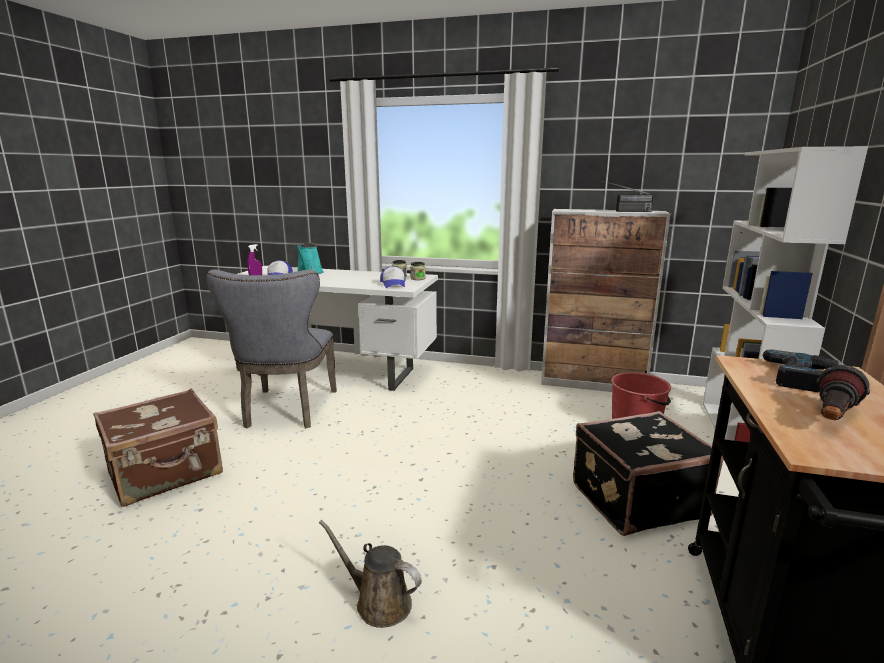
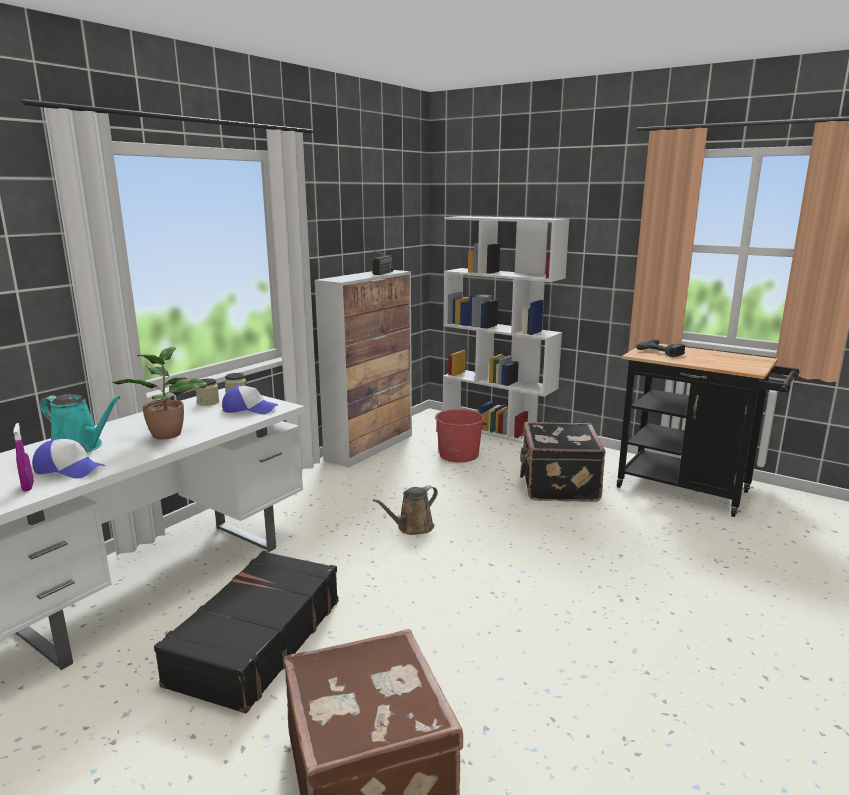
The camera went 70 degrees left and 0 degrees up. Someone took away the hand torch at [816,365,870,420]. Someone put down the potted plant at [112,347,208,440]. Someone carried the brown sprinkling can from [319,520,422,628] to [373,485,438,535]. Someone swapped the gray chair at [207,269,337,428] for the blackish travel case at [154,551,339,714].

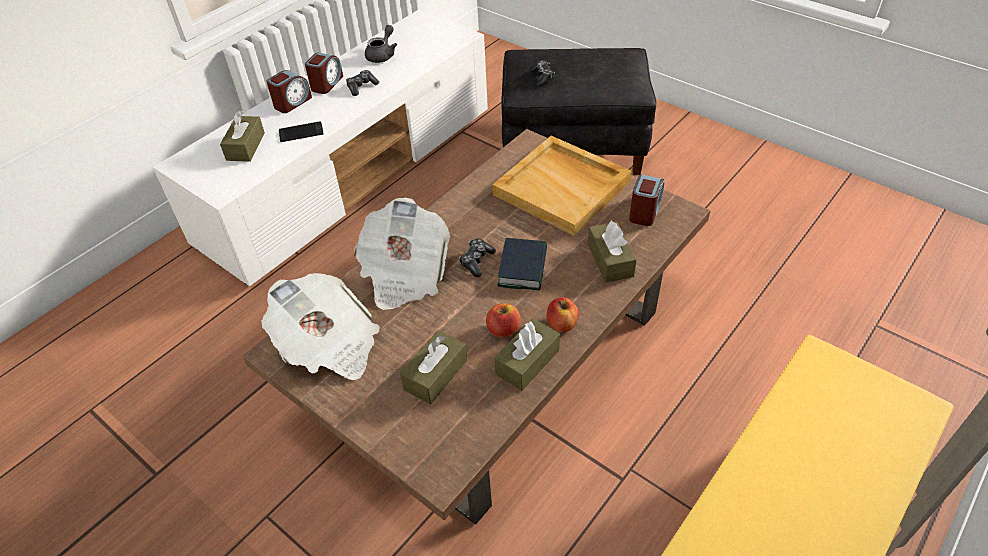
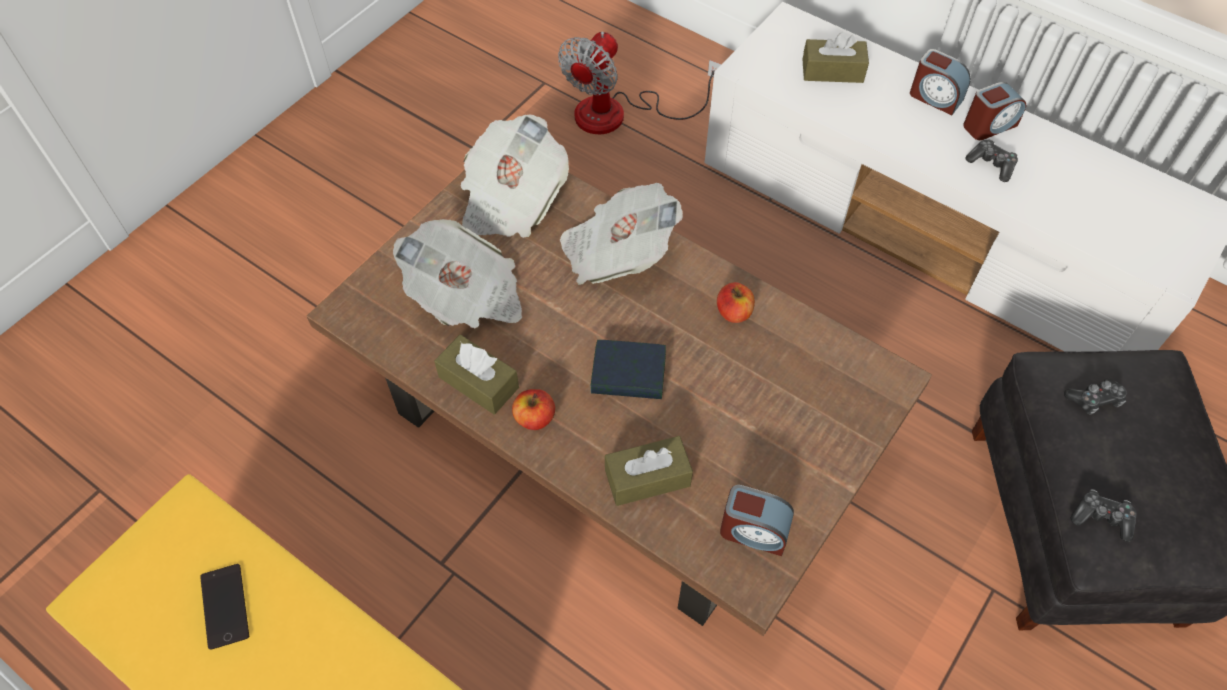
The camera went 85 degrees right and 10 degrees up. Someone took away the gray teapot at [365,25,397,63]. Someone took away the sand-coloured carrying tray at [492,136,631,236]. Someone put down the cooling fan at [558,32,721,134]. Someone carried the phone from [279,121,324,142] to [200,564,249,650]. Someone carried the gamepad from [459,238,496,277] to [1070,489,1137,542]. Someone carried the apple fruit from [486,303,521,337] to [717,282,755,323]. Someone swapped the brown box of tissues at [400,330,467,404] for the daily paper at [393,219,522,328]. Someone rotated the alarm clock at [305,53,343,94] by 45 degrees counterclockwise.

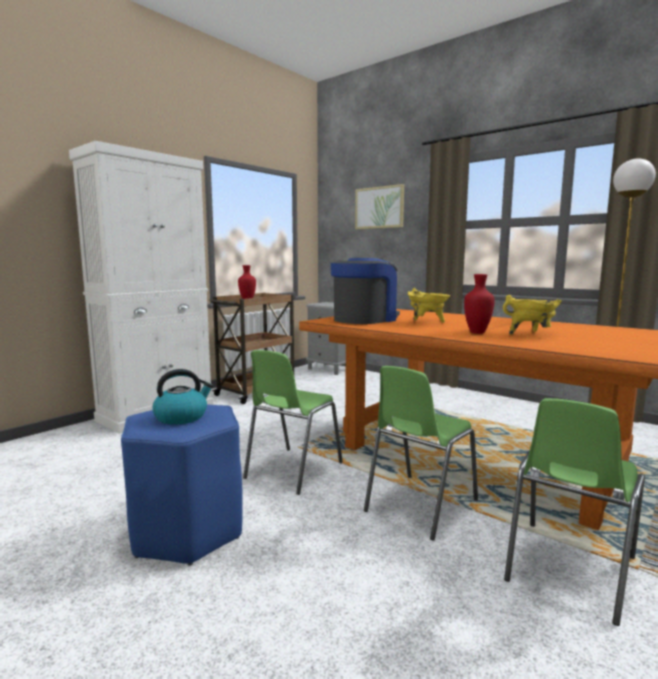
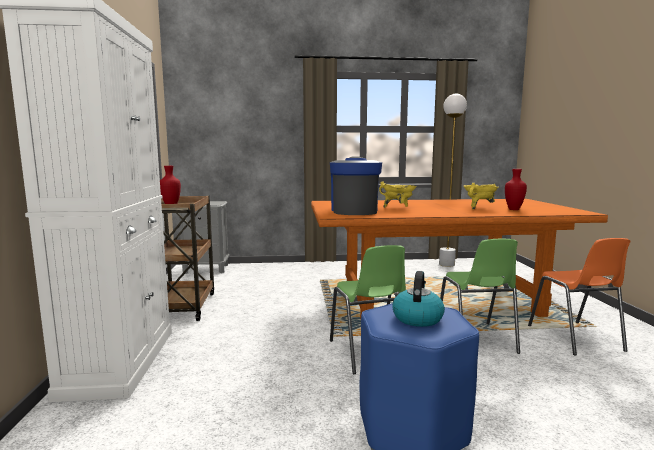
The camera went 45 degrees left and 0 degrees up. Someone took away the wall picture at [355,184,404,229]. Someone carried the red vase from [464,274,495,334] to [505,169,527,210]. Someone repainted the green-coloured chair at [504,398,645,626], which became the orange chair at [528,238,630,355].

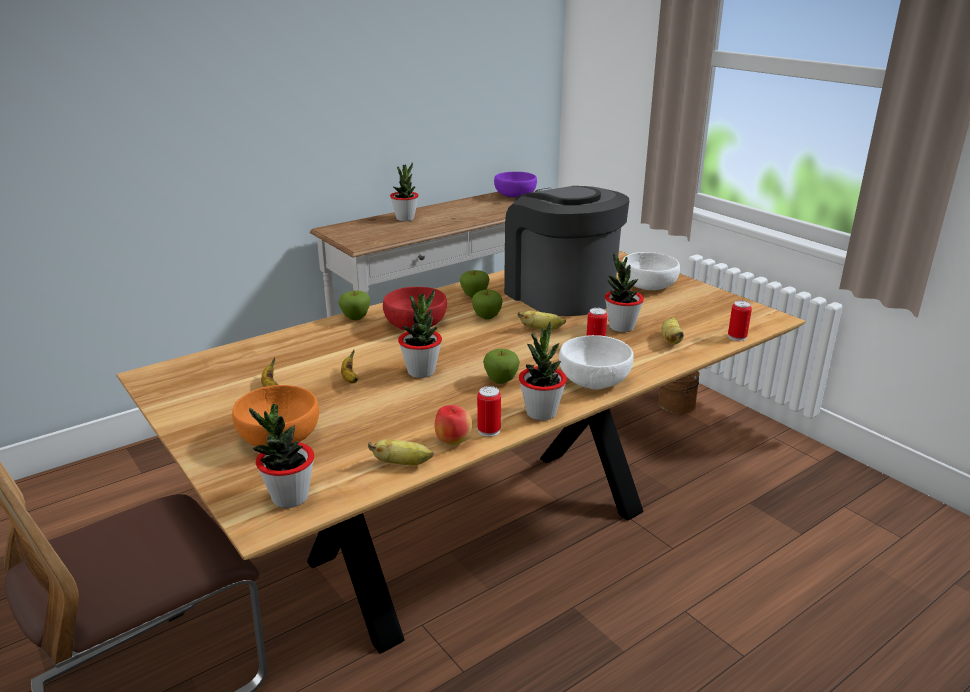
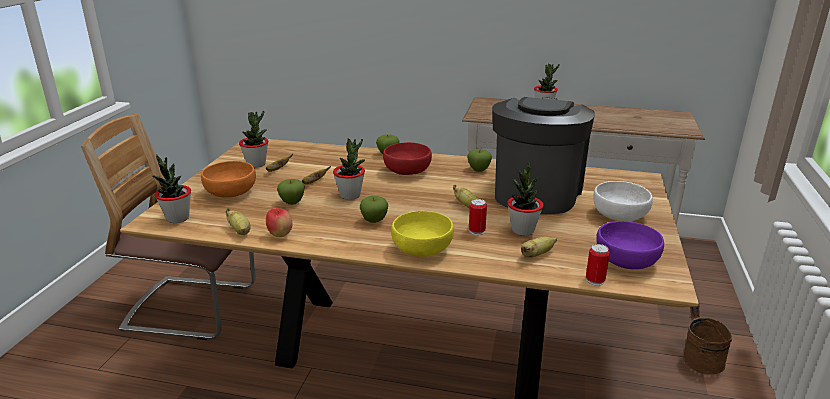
The camera went 50 degrees right and 0 degrees up. Someone took away the metal can at [477,386,501,437]. Someone carried the apple fruit from [472,289,503,320] to [277,179,305,205]. Someone carried the purplish bowl from [494,172,537,197] to [596,221,664,269]. Someone carried the potted plant from [519,322,567,421] to [239,110,268,168]. Someone repainted the whitish bowl at [559,335,634,390], which became the yellowish bowl at [391,211,454,257].

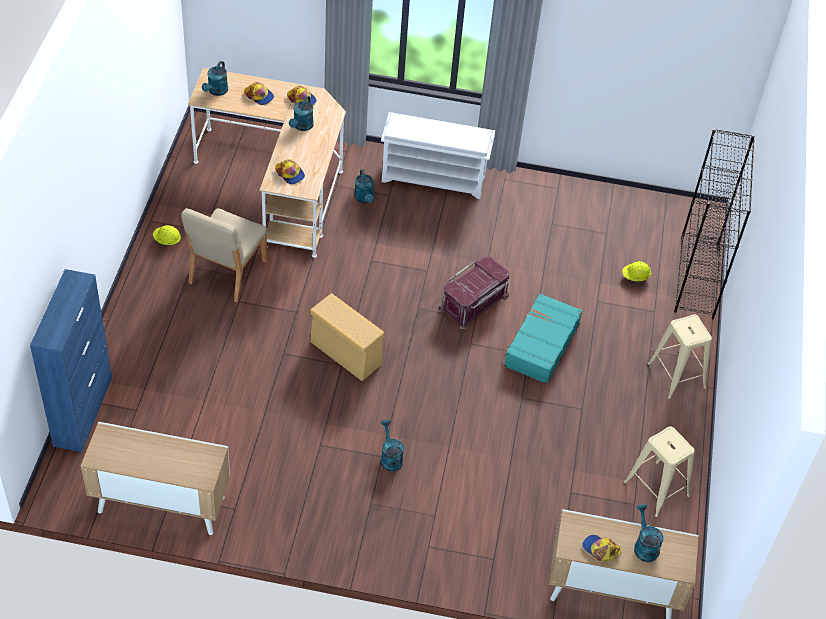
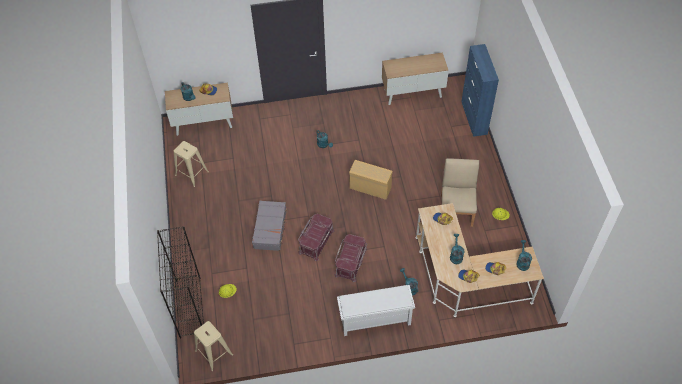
The camera went 165 degrees right and 5 degrees up. Someone put down the red storage container at [334,234,367,282]. Someone carried the sand-coloured stool from [648,315,712,399] to [194,321,233,371]. Someone repainted the turquoise travel case at [504,293,583,384], which became the gray travel case at [252,200,288,251].

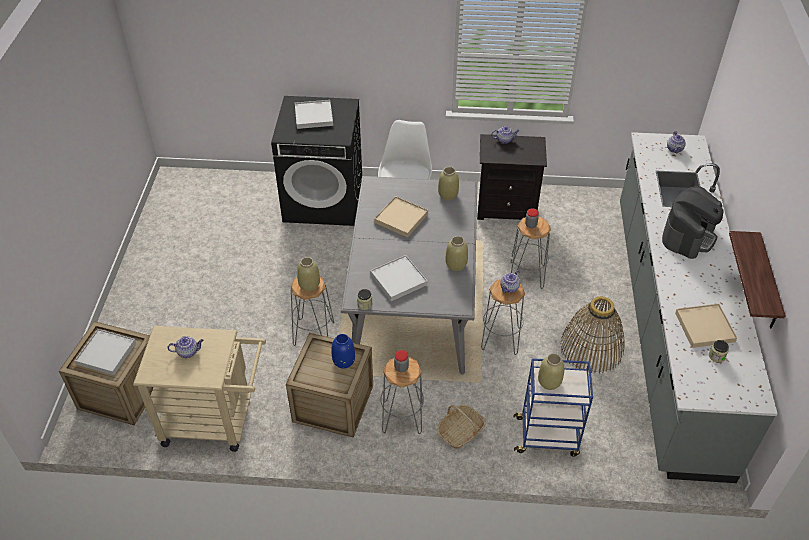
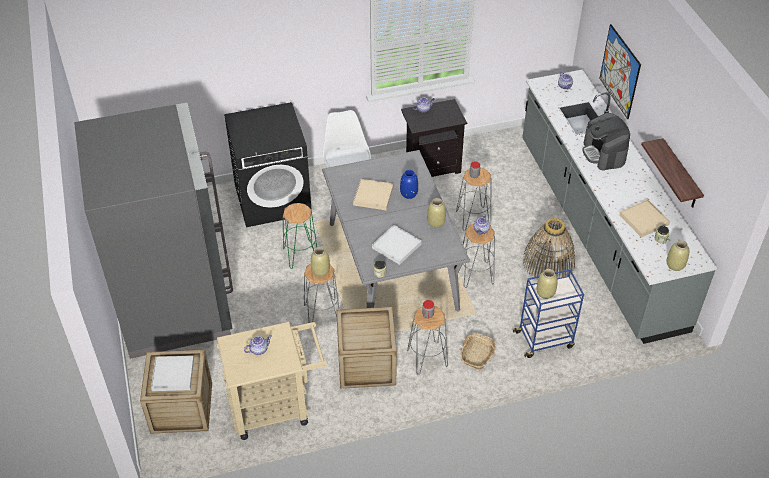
The camera went 20 degrees left and 0 degrees up. Someone took away the whitish carrying tray at [295,100,333,129]. Someone put down the gray kitchen fridge at [74,102,233,359]. Someone put down the green-coloured stool at [283,203,317,269]. Someone put up the wall picture at [599,24,641,119]. Someone carried the blue-coloured vase from [331,334,355,369] to [400,170,418,199]. Someone carried the sand-coloured vase from [438,167,459,200] to [666,240,689,271]. Someone rotated the coffee brewer at [662,186,724,259] by 150 degrees clockwise.

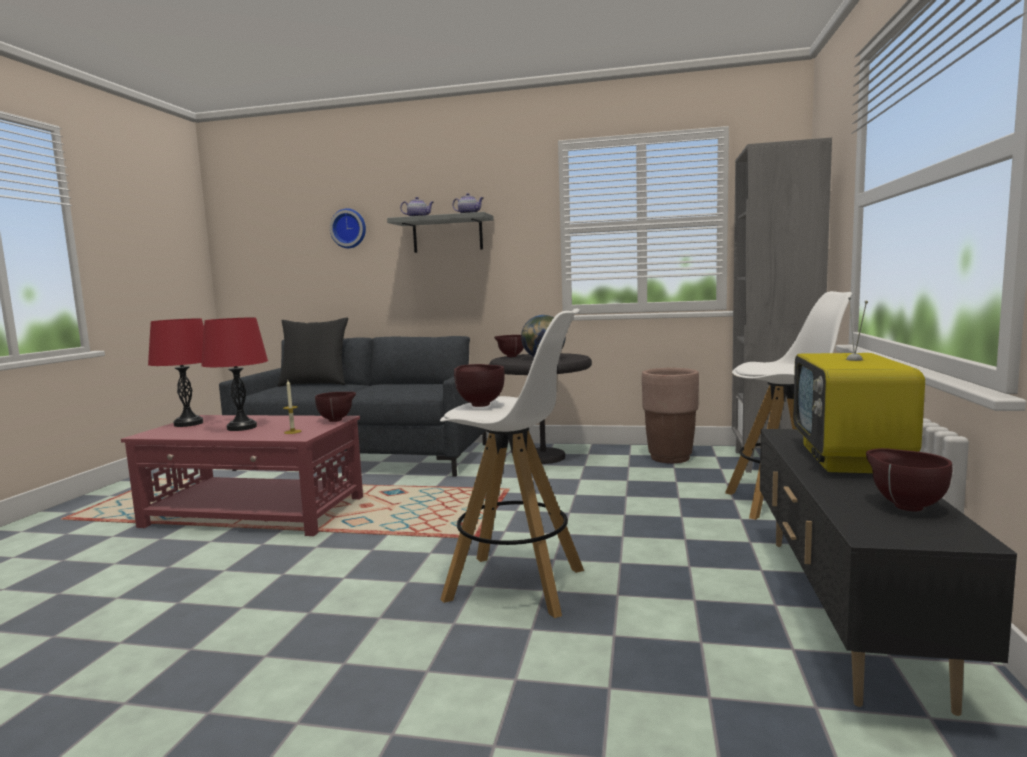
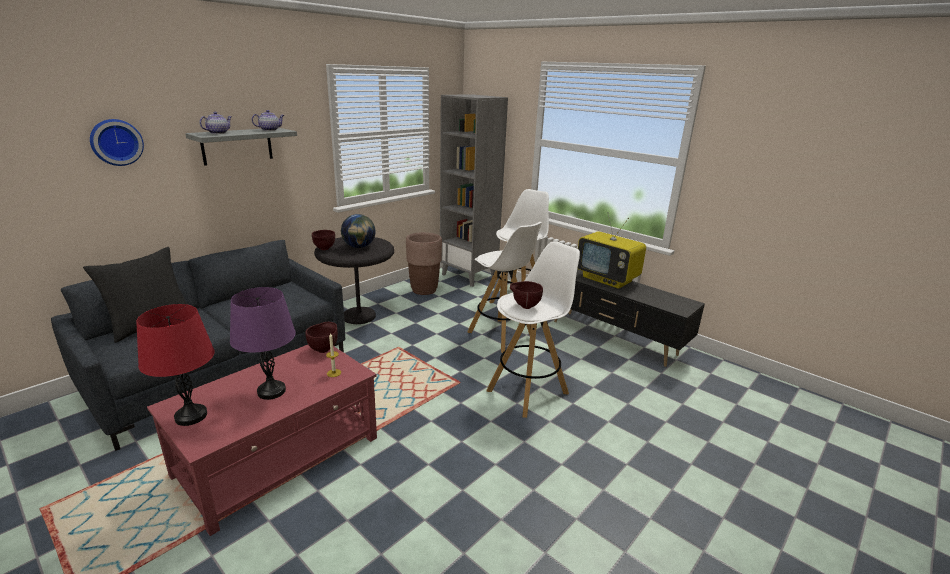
The camera went 60 degrees left and 15 degrees up. Someone took away the brown bowl at [866,448,952,511]. Someone put down the whitish stool at [467,222,542,353]. Someone repainted the red tabletop lamp at [201,317,268,431], which became the purplish tabletop lamp at [230,287,296,400].

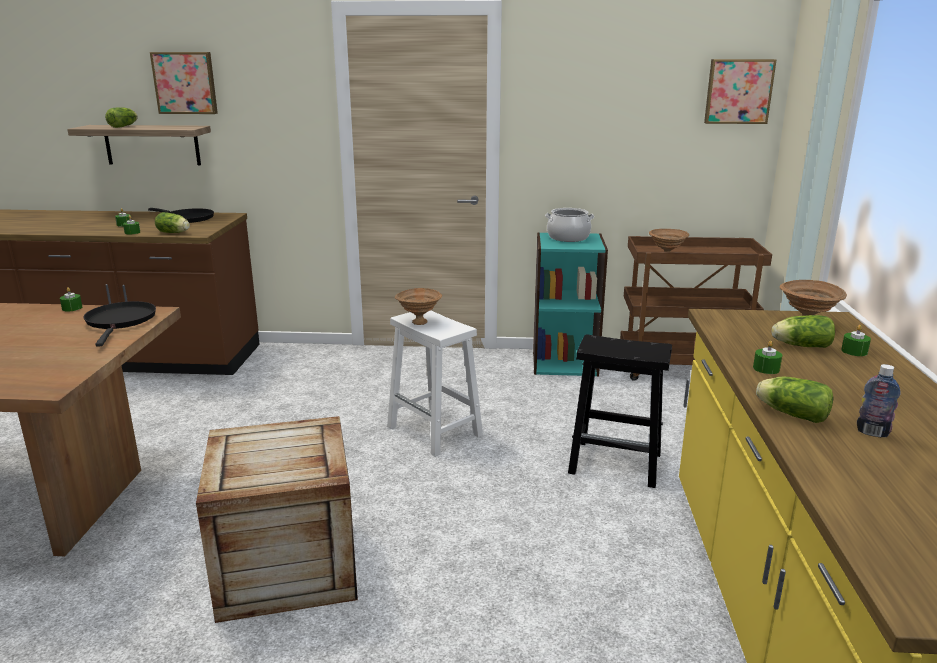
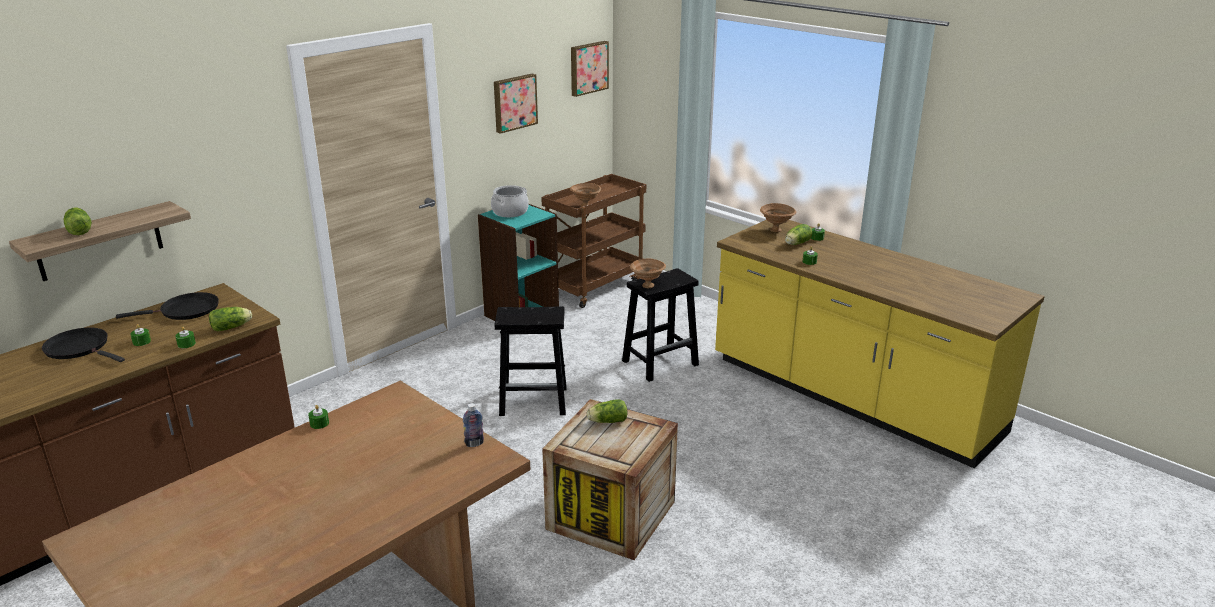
The camera went 50 degrees left and 5 degrees up. Someone carried the blackish frying pan from [84,301,156,347] to [42,328,125,362]. Someone carried the wall picture from [150,52,218,114] to [494,74,538,134]. Someone carried the brown bowl from [395,288,442,325] to [630,259,666,288]. Someone carried the lettuce from [756,377,834,423] to [587,400,628,423]. Someone carried the bottle from [857,364,900,437] to [463,403,484,447]. Someone repainted the whitish stool at [387,310,483,457], which became the blackish stool at [495,306,567,416].

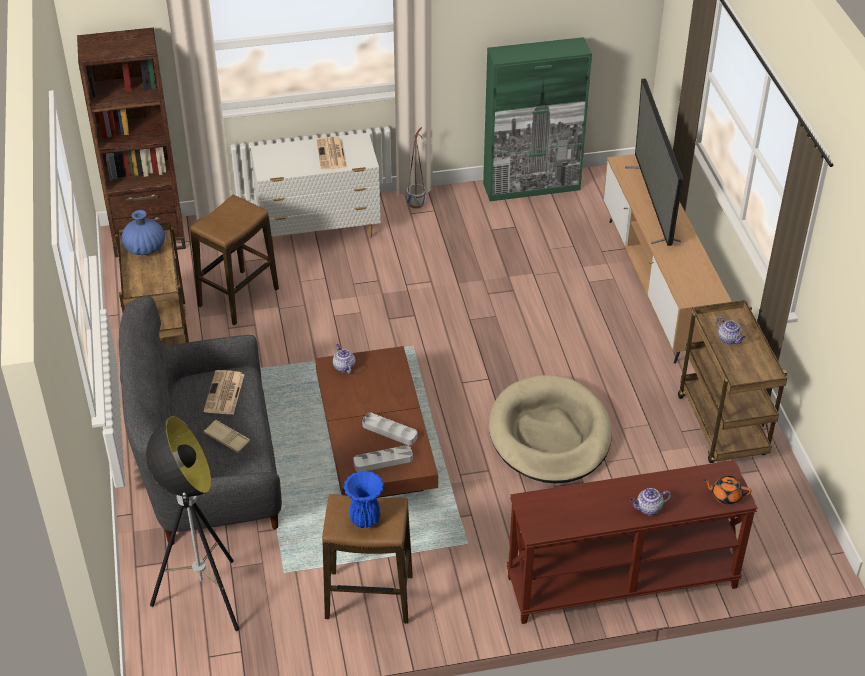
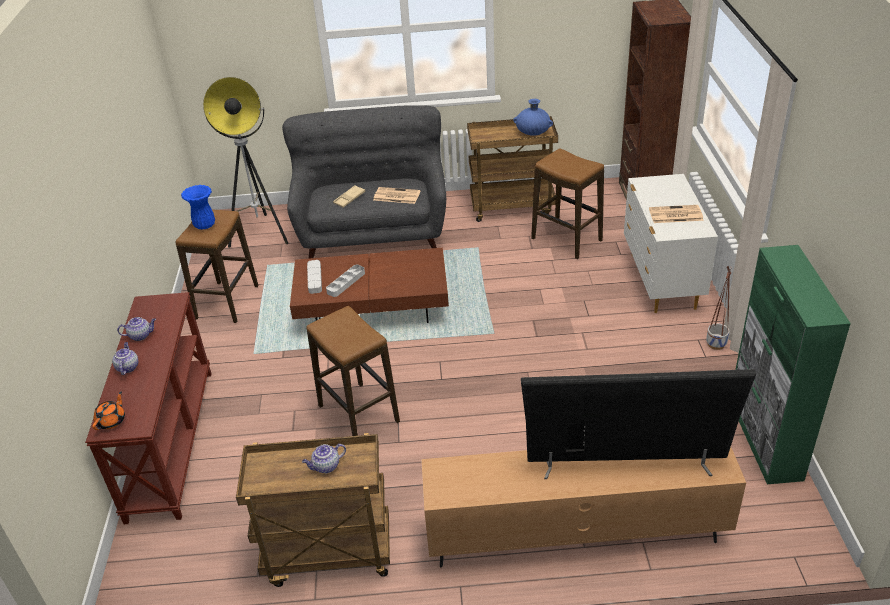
The camera went 100 degrees right and 5 degrees down. Someone carried the teapot from [333,344,355,374] to [117,317,156,341]. Someone swapped the sand-coloured pet bed at [489,375,612,483] for the stool at [306,306,400,436].

